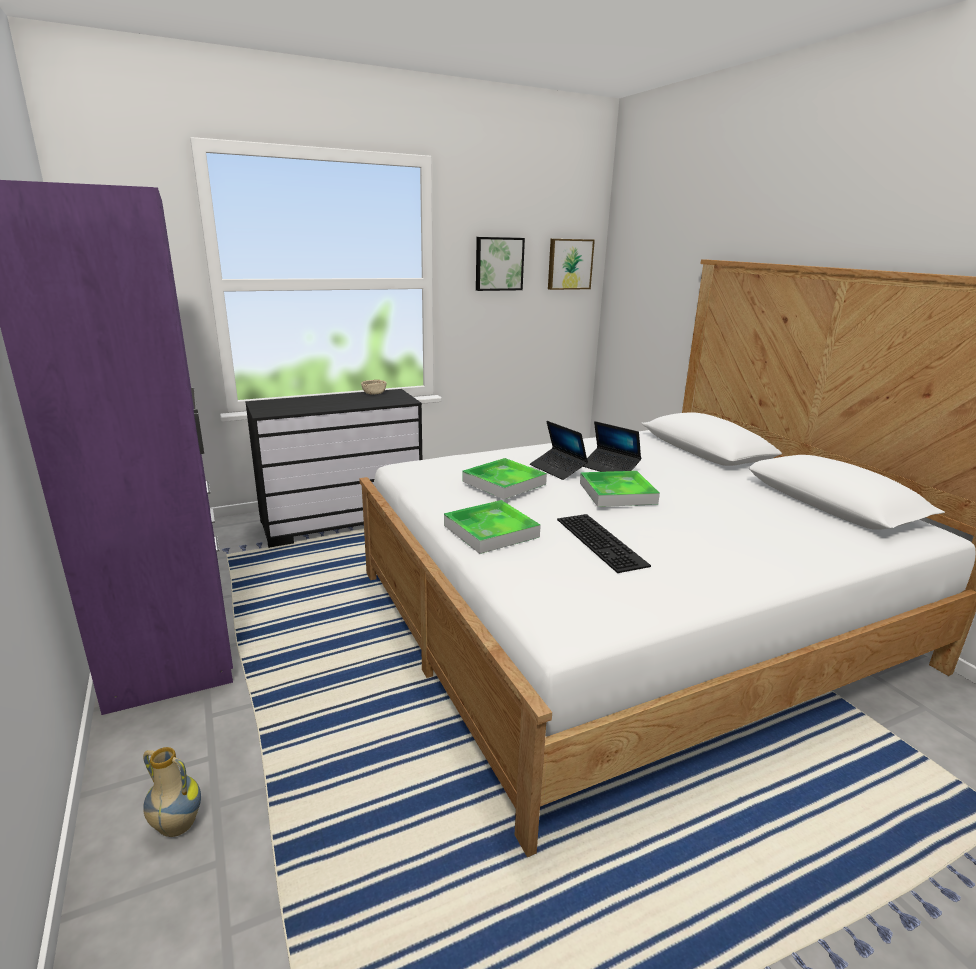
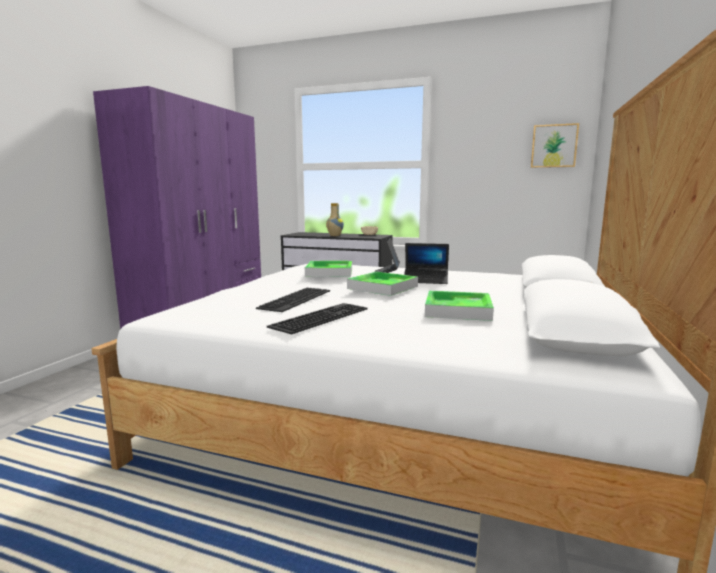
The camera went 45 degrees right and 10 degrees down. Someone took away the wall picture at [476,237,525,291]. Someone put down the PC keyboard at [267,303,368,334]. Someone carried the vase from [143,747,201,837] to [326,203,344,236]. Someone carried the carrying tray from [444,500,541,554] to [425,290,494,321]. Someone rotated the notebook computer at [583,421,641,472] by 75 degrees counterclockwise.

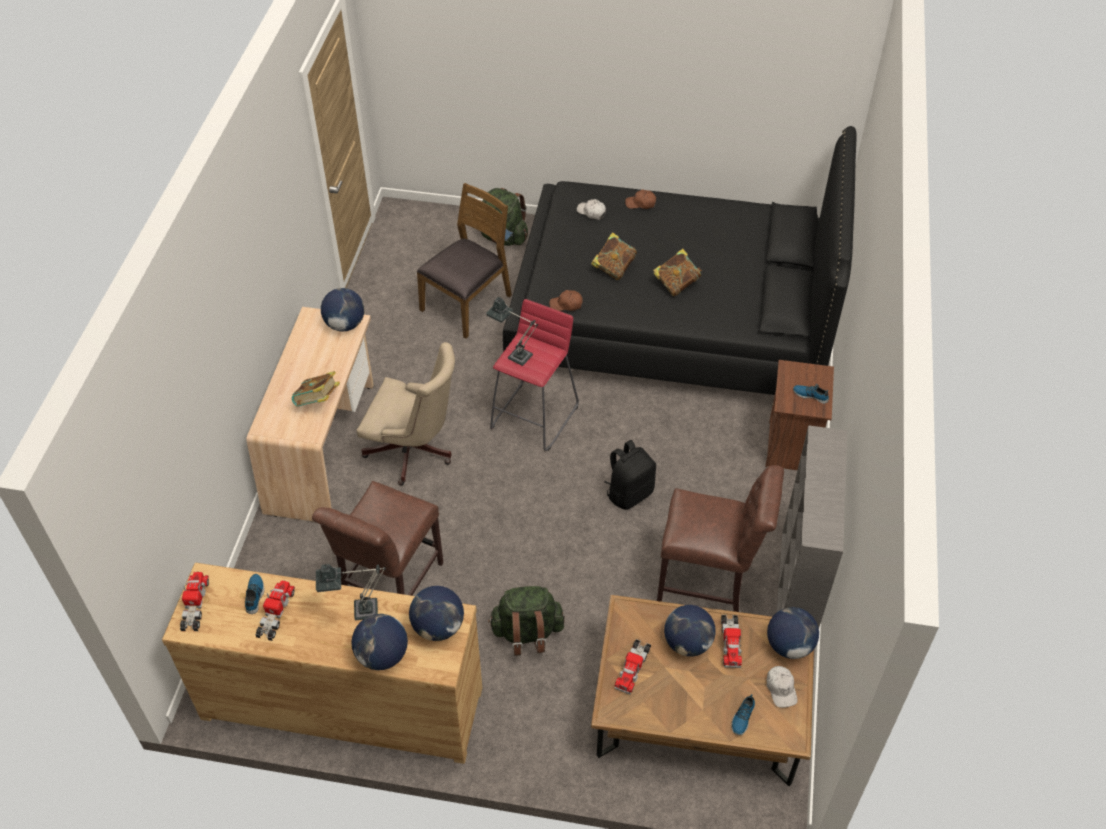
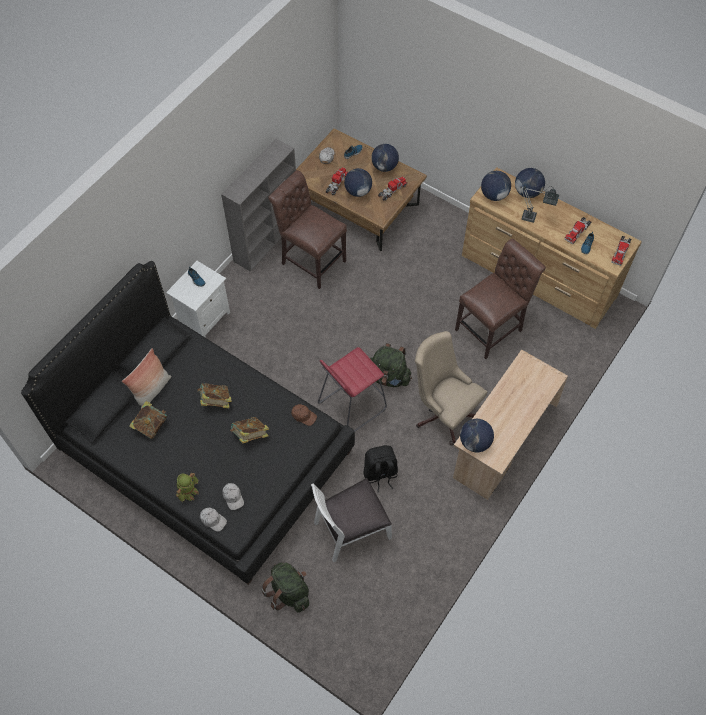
The camera went 155 degrees left and 10 degrees up. Someone took away the tabletop lamp at [486,297,538,366]. Someone put down the pillow at [122,348,172,409]. Someone put down the whitish cap at [200,508,227,532]. Someone carried the bound book from [292,371,340,407] to [129,401,167,439]. Someone carried the green-coloured rucksack from [488,586,565,656] to [370,343,412,387]. Someone carried the blackish rucksack from [605,440,656,510] to [363,445,398,493]. Someone carried the world globe from [767,607,819,659] to [371,144,399,172]. Someone swapped the brown cap at [625,189,656,209] for the robot figure at [176,473,199,502]. Someone repainted the brown chair at [417,183,512,339], which became the whitish chair at [311,478,392,563]. Someone repainted the brown nightstand at [766,360,834,470], which became the whitish nightstand at [166,261,230,338].

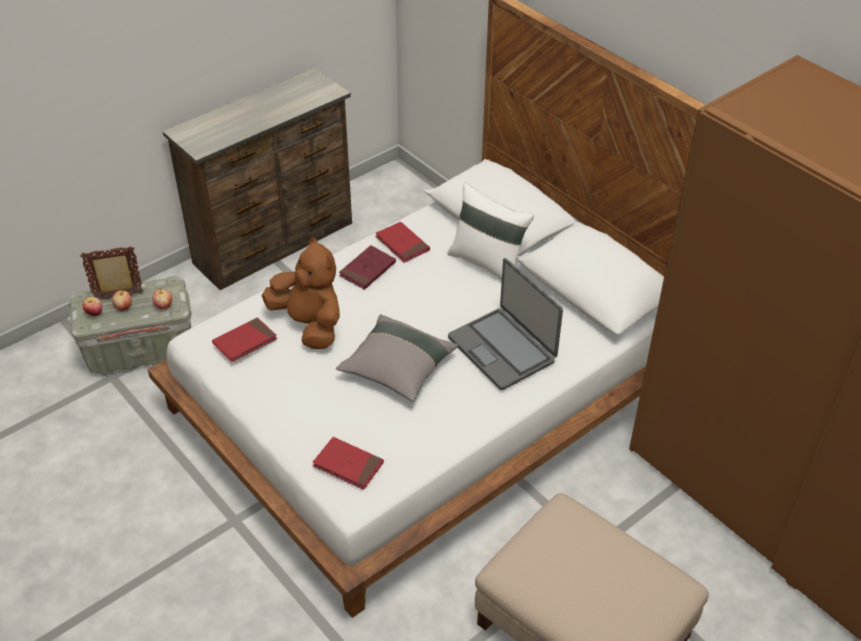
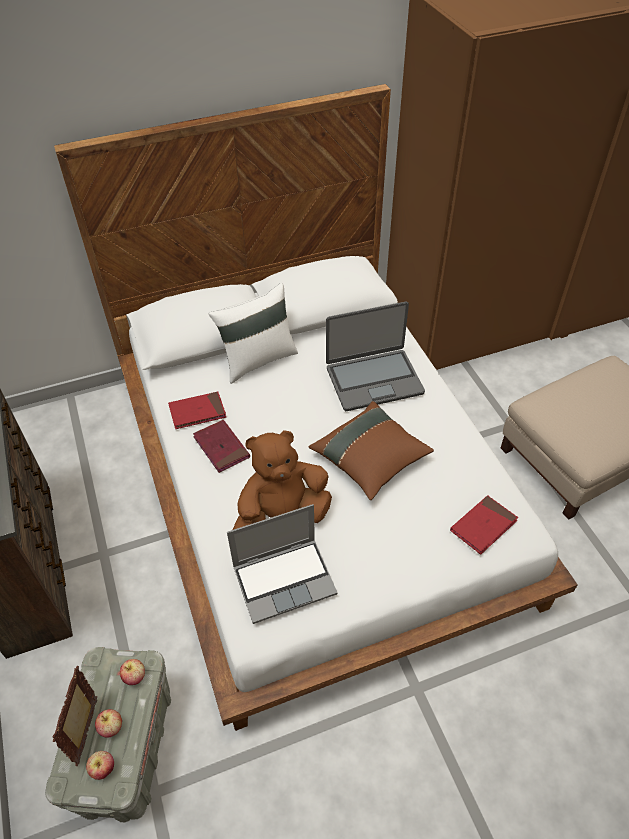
The camera went 70 degrees left and 5 degrees up. Someone swapped the red bound book at [212,317,277,363] for the notebook computer at [227,504,337,624]. Someone repainted the gray pillow at [336,314,458,402], which became the brown pillow at [308,401,434,500].

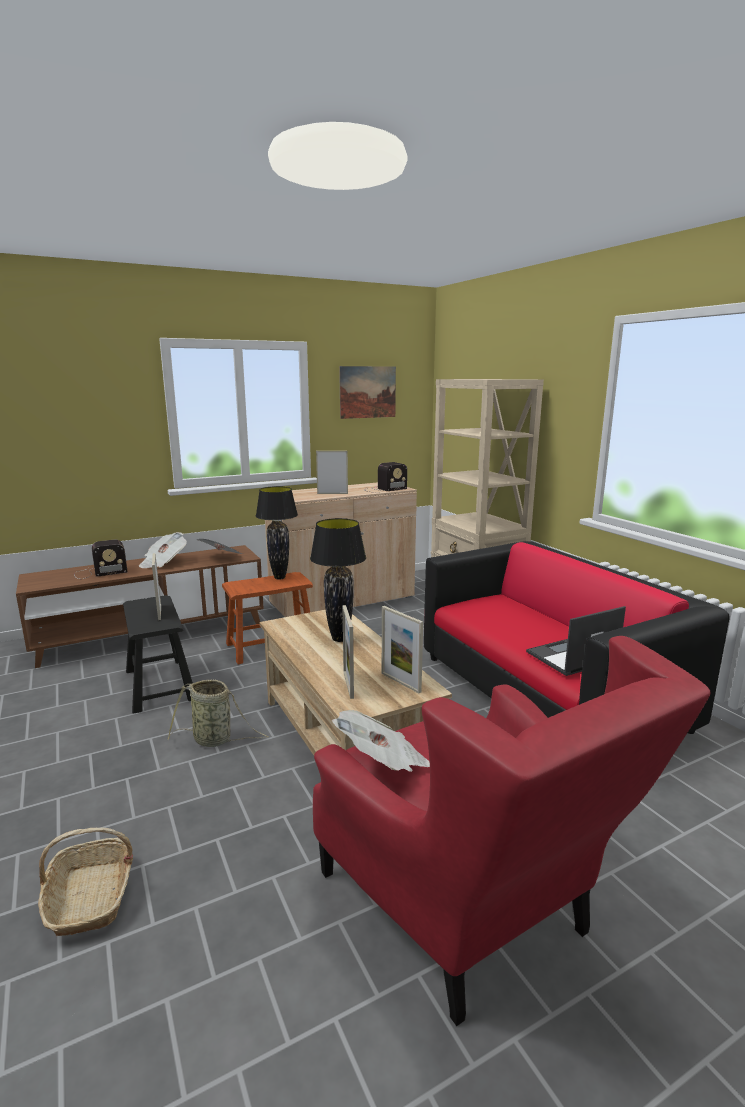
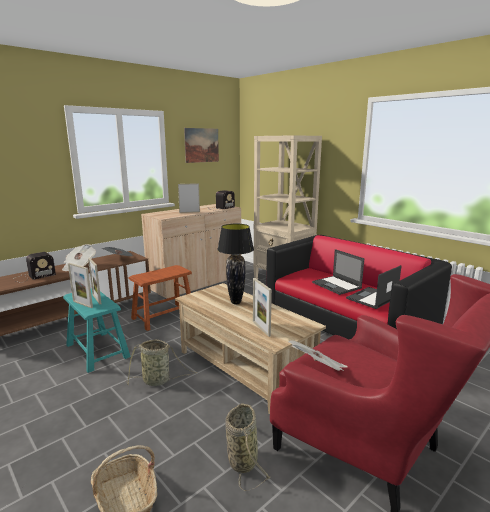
The camera went 15 degrees left and 0 degrees up. Someone took away the blackish tabletop lamp at [256,486,298,580]. Someone put down the storage basket at [225,403,270,491]. Someone put down the notebook computer at [312,249,365,295]. Someone carried the standing frame from [382,606,423,693] to [68,263,93,308]. Someone repainted the blackish stool at [123,595,193,714], which became the turquoise stool at [63,288,131,373].

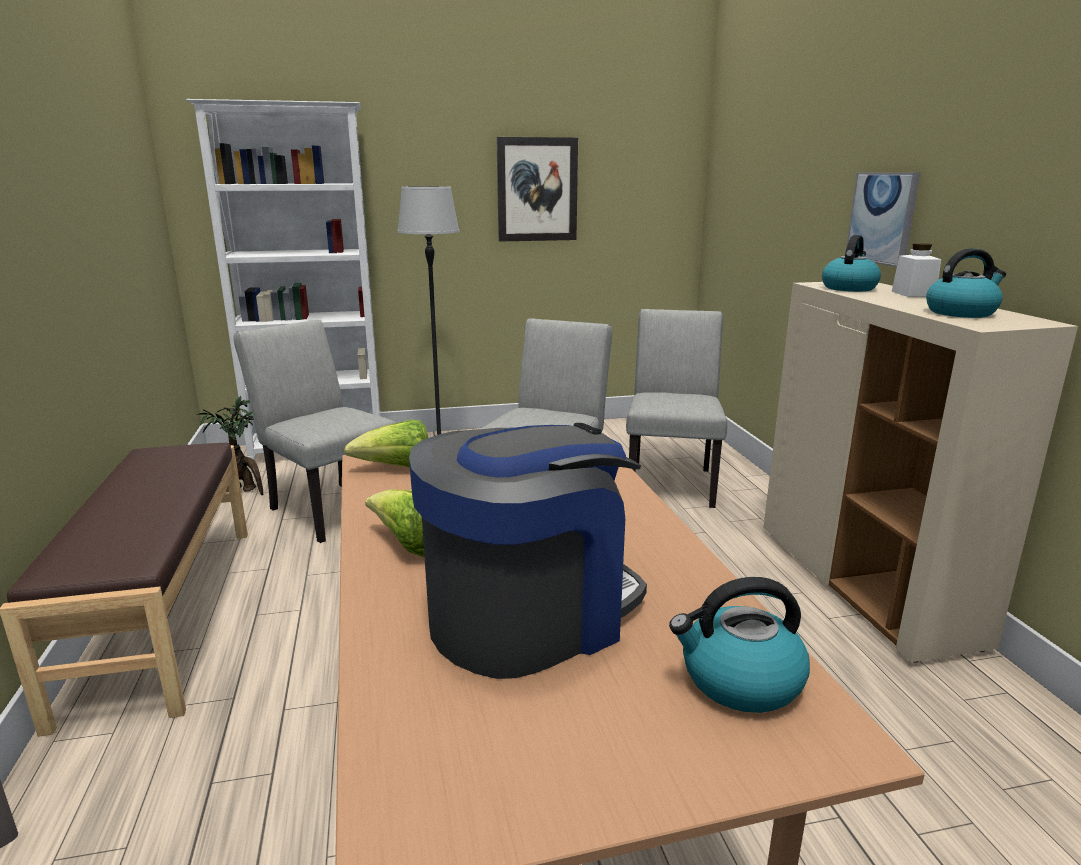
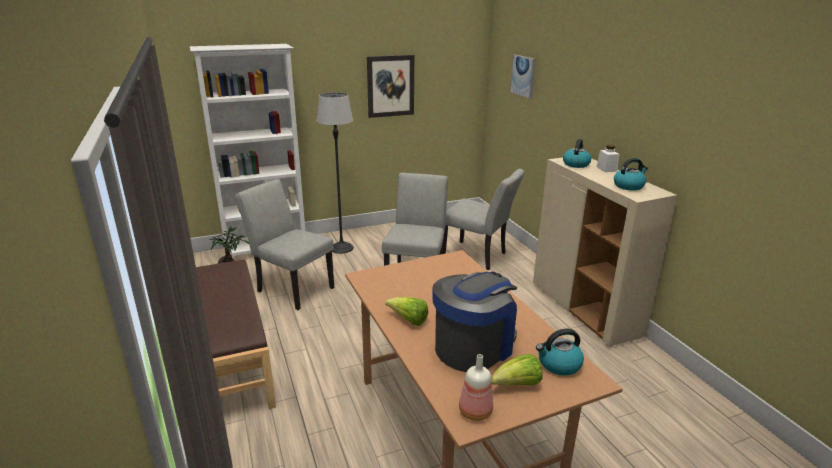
The camera went 10 degrees left and 5 degrees up. Someone put down the bottle at [459,354,493,421]. Someone carried the lettuce from [344,420,428,468] to [491,354,542,386]. Someone carried the wall picture from [845,172,920,267] to [510,55,536,99]. Someone rotated the gray chair at [626,309,727,508] by 120 degrees clockwise.

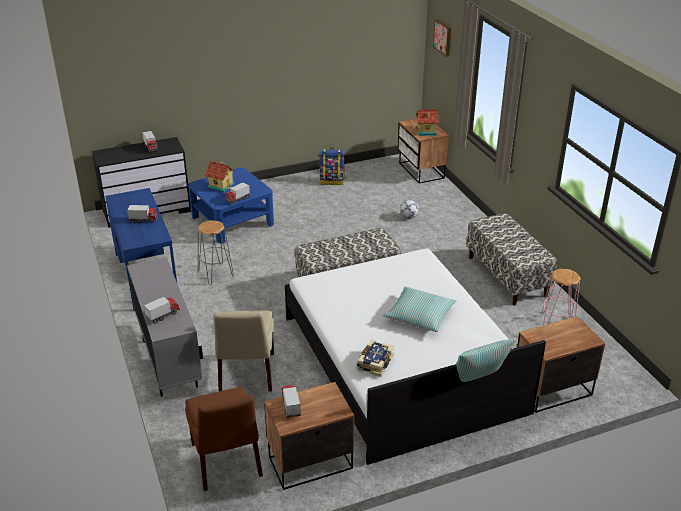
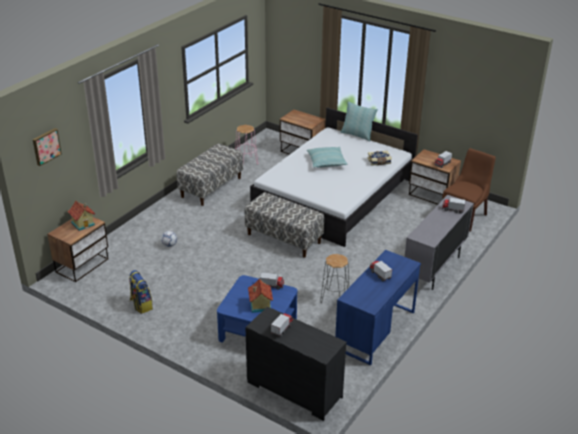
The camera went 125 degrees left and 0 degrees up. Someone took away the sand-coloured chair at [213,311,274,392].

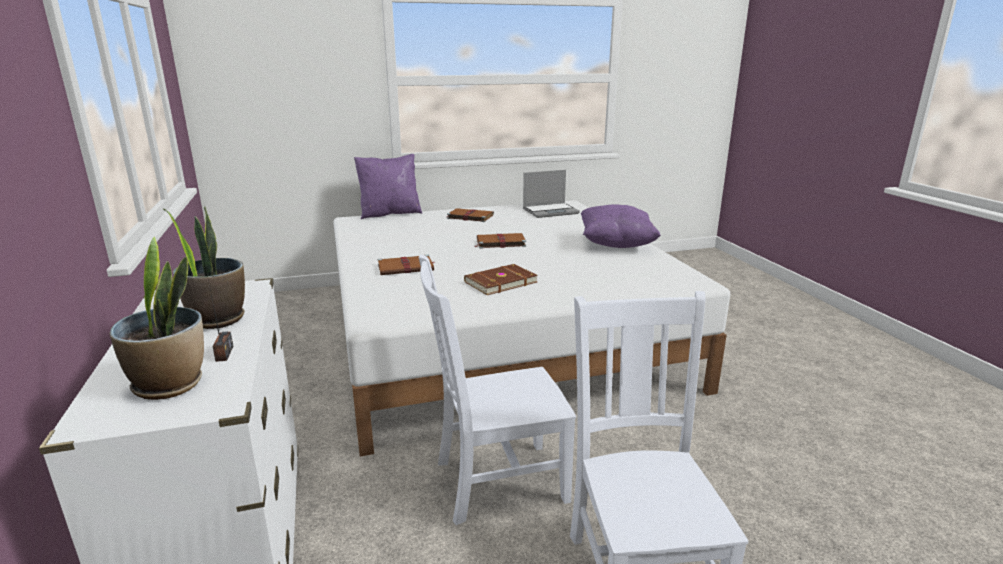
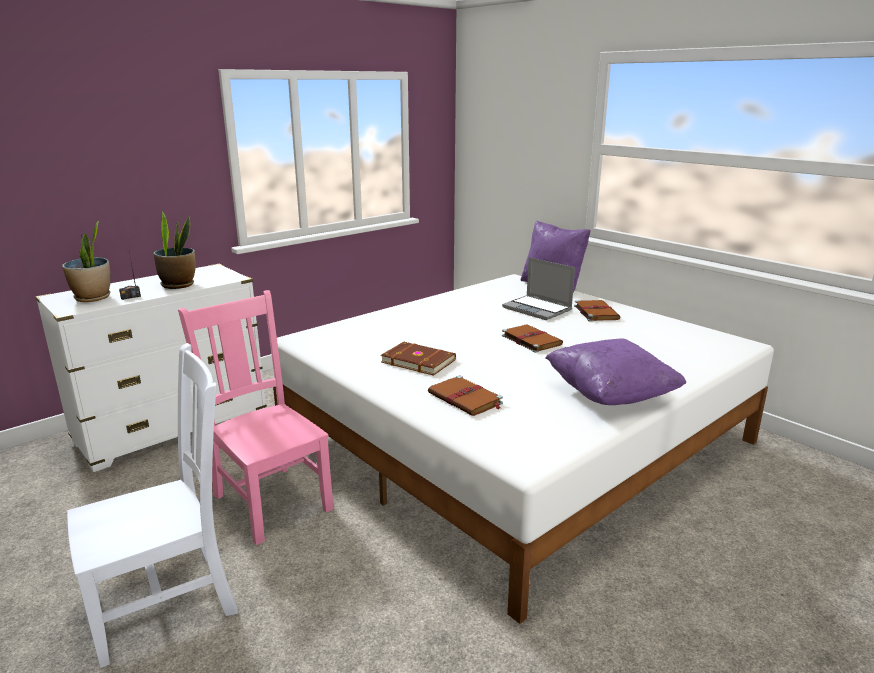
The camera went 65 degrees right and 0 degrees up. Someone carried the brown bound book from [378,255,434,275] to [428,376,503,416]. Someone carried the notebook computer from [523,170,580,218] to [502,257,575,320]. Someone repainted the whitish chair at [419,255,576,525], which became the pink chair at [178,290,334,545].

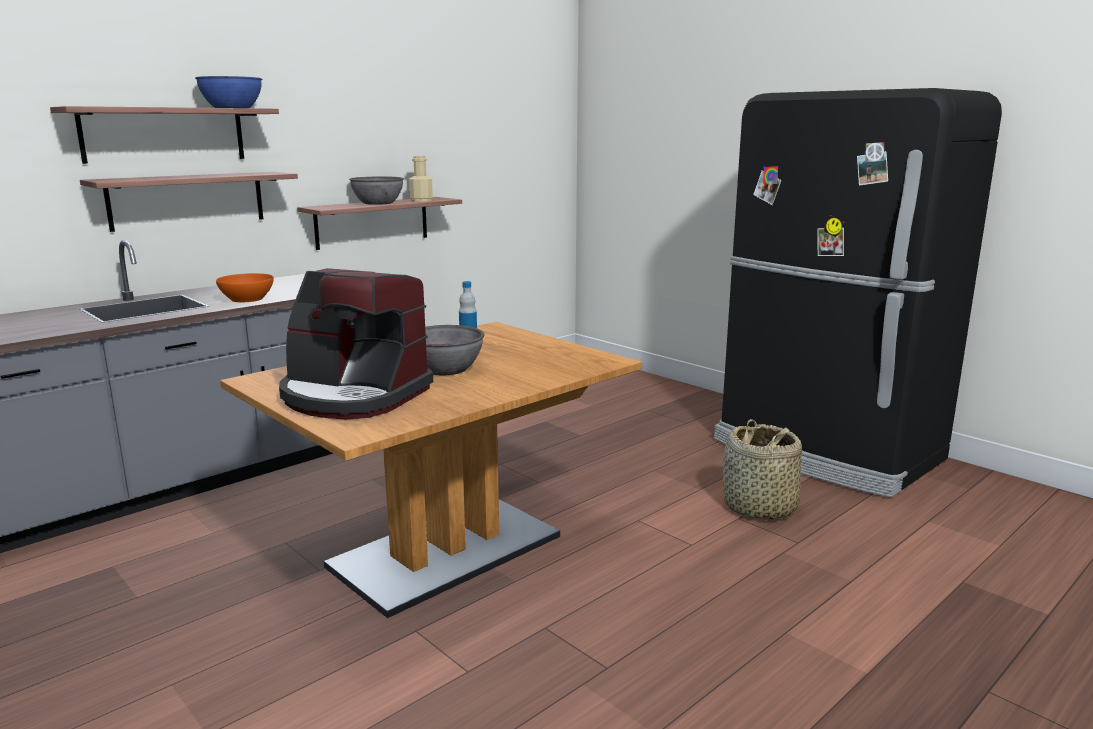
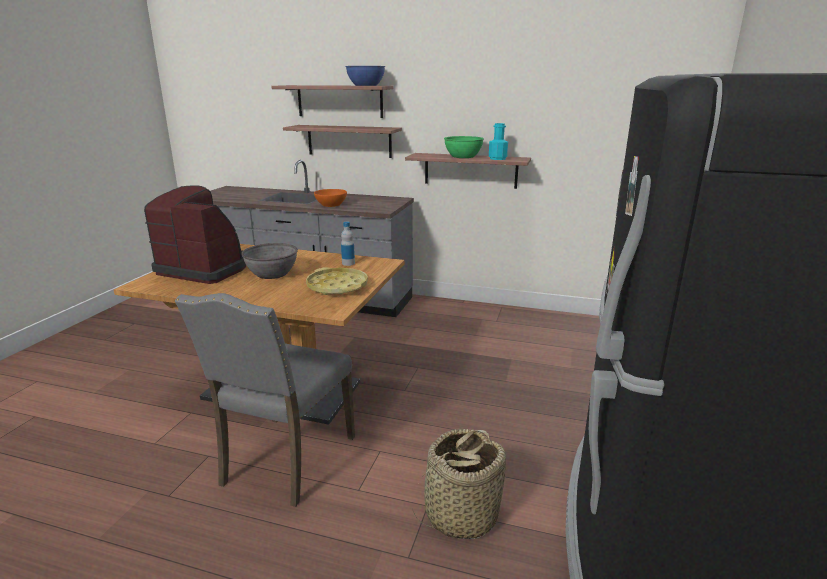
The camera went 60 degrees right and 5 degrees up. Someone put down the gray chair at [175,293,355,507]. Someone put down the yellowish carrying tray at [306,267,368,295]. Someone repainted the gray bowl at [349,176,404,205], which became the green-coloured bowl at [444,136,484,158]. Someone repainted the sand-coloured bottle at [409,156,433,202], which became the turquoise bottle at [489,123,508,160]. Someone rotated the coffee brewer at [279,268,433,419] by 120 degrees clockwise.

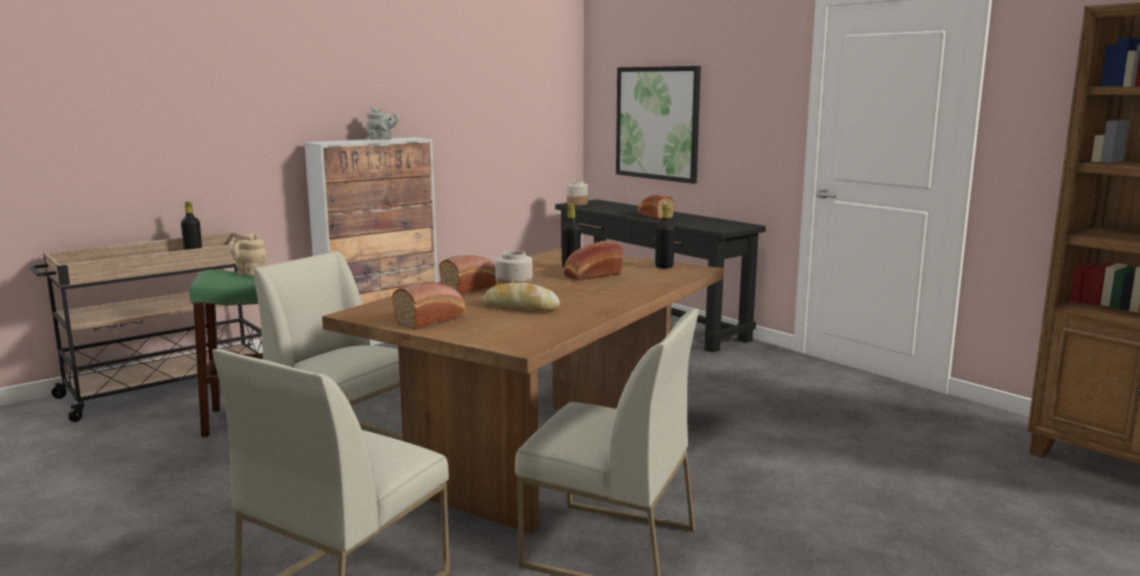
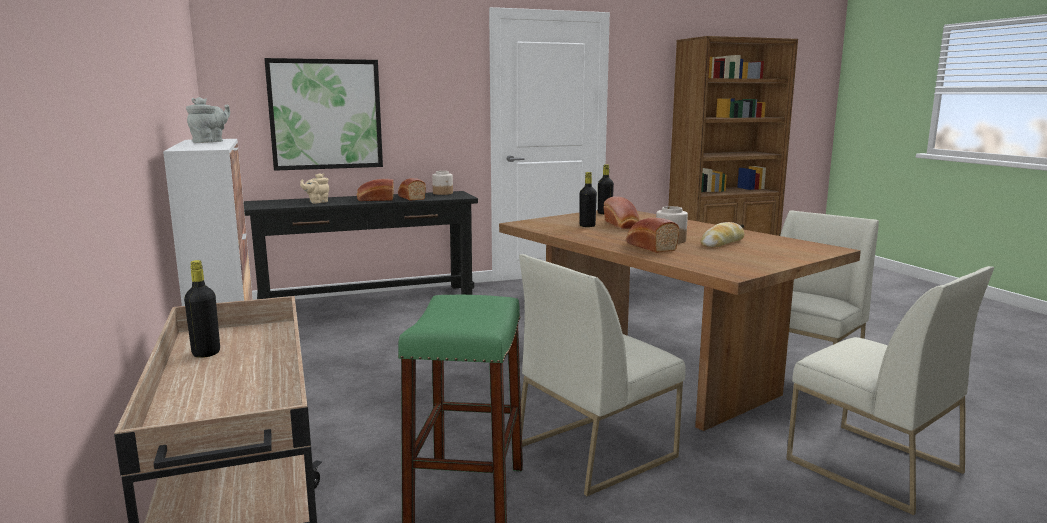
The camera went 70 degrees left and 0 degrees up. Someone carried the sand-coloured teapot from [228,233,267,276] to [300,173,329,203]. Someone carried the baked bread from [392,283,466,330] to [398,178,426,201]. Someone carried the jar from [567,181,588,205] to [432,171,453,195].

